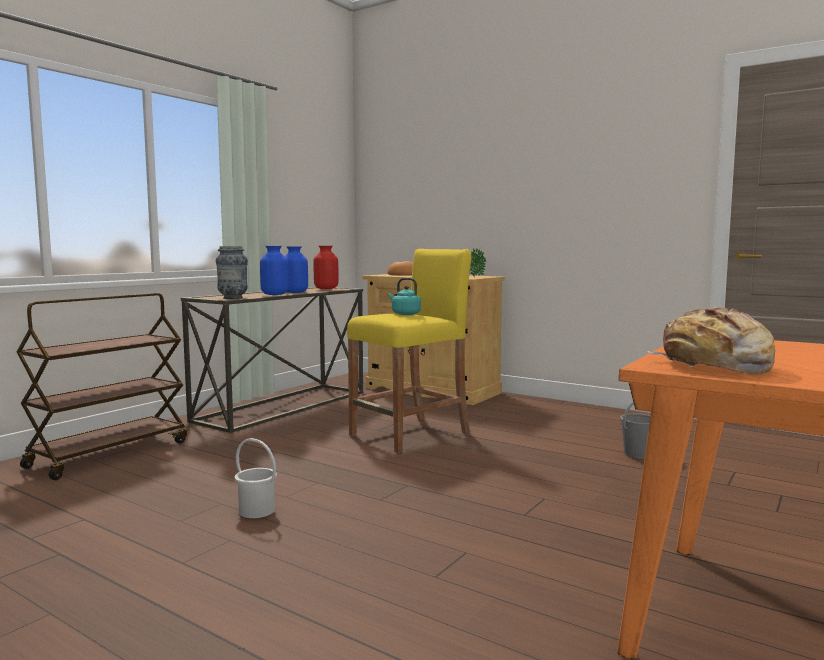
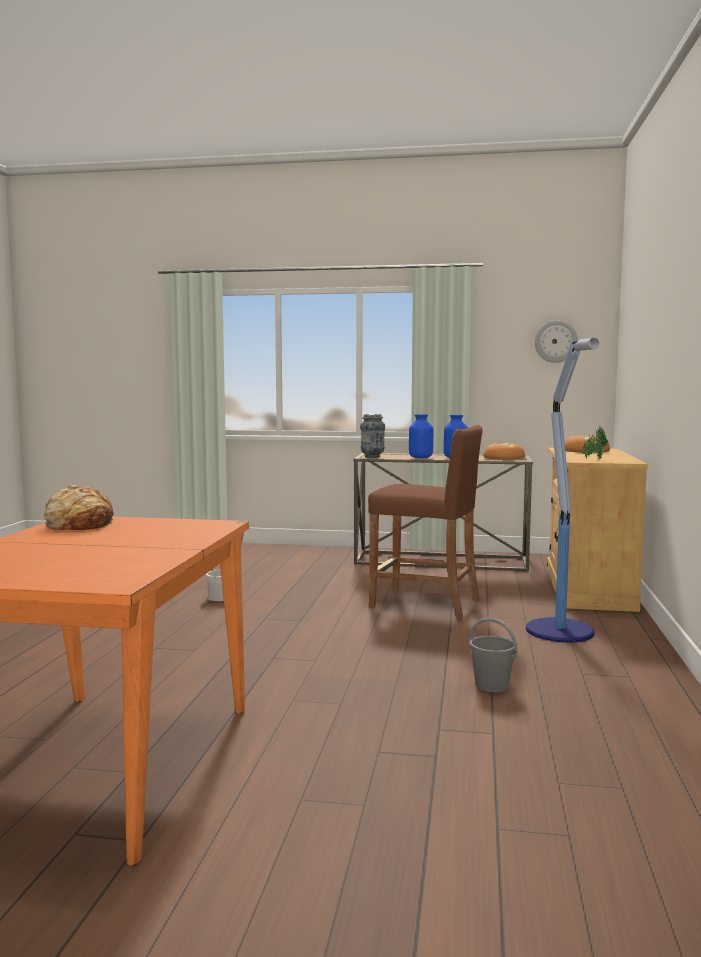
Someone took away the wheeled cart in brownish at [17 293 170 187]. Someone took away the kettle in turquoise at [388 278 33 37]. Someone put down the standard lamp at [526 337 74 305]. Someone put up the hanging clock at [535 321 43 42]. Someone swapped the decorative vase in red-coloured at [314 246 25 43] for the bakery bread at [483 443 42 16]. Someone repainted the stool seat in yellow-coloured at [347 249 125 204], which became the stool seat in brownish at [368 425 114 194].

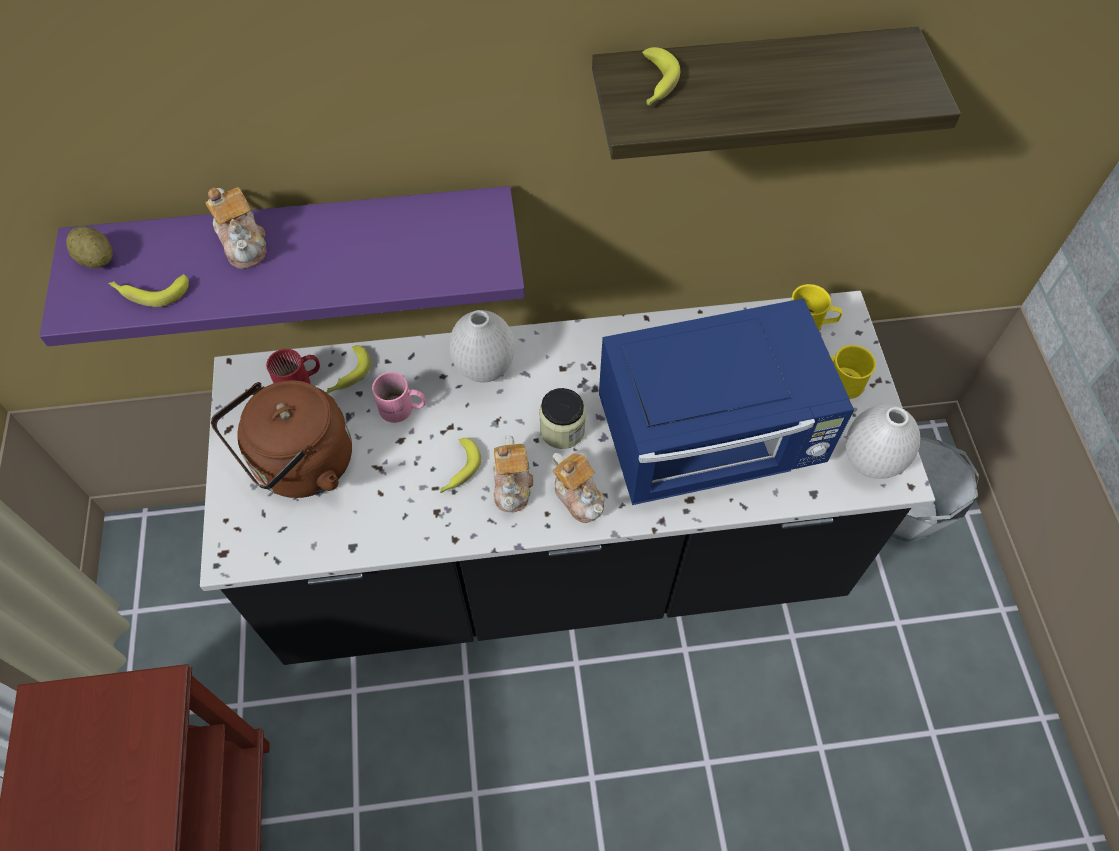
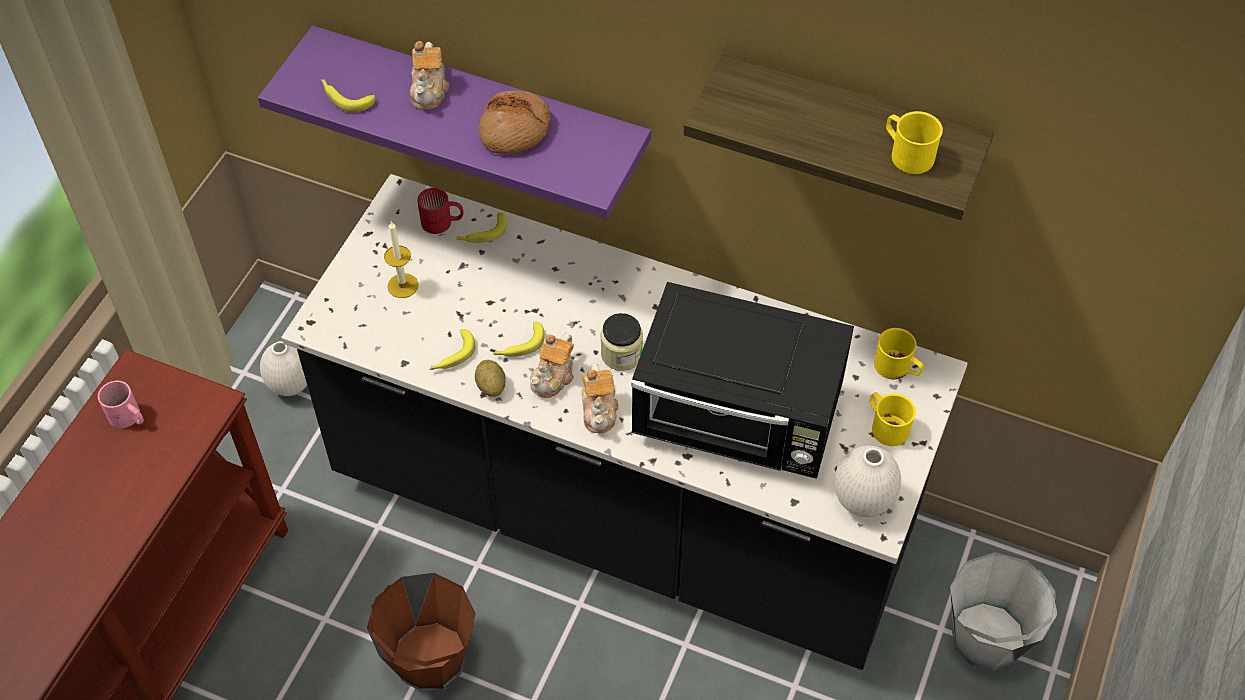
Someone put down the water bucket in brownish at [367 573 109 118]. Someone put down the bakery bread at [479 90 72 64]. Someone put down the mug in yellow-coloured at [886 111 57 63]. Someone carried the spud from [66 227 47 41] to [475 360 30 37]. Someone carried the mug in pink from [372 372 54 51] to [98 381 46 47]. Someone carried the decorative vase in white-coloured from [449 310 66 73] to [260 341 47 55]. Someone carried the banana from [642 47 38 58] to [429 329 46 41]. Someone swapped the kettle in brownish at [211 380 141 118] for the wax light at [384 221 35 77]. Someone repainted the microwave in bluish at [599 298 255 207], which became the microwave in black at [631 282 223 196].

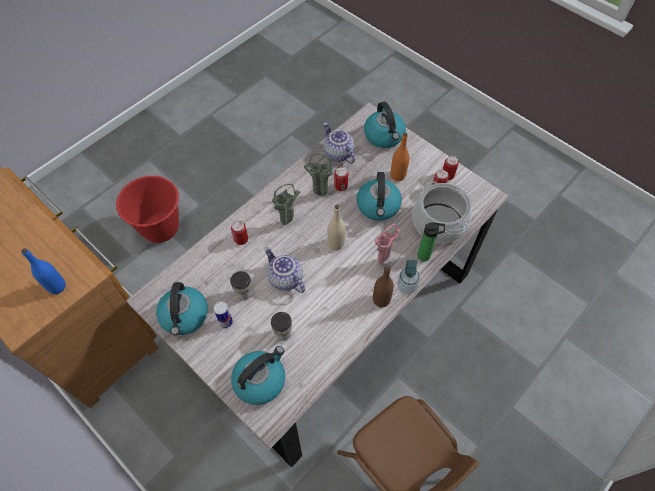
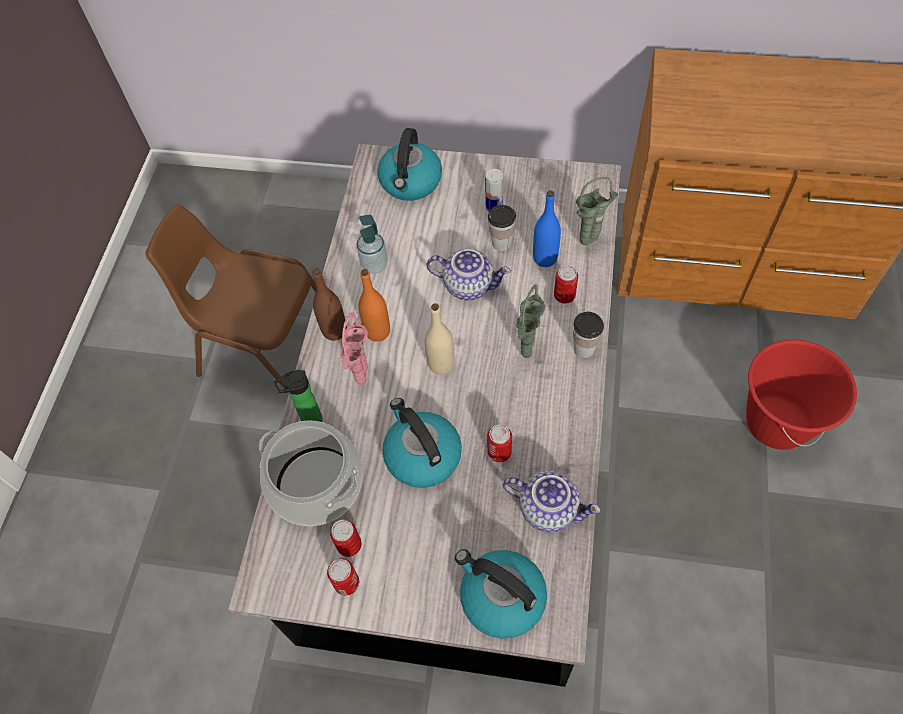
Someone took away the kettle at [156 282 52 53]. Someone carried the bottle in bluish from [21 248 45 46] to [533 190 28 77]. Someone carried the drinking cup from [271 312 21 29] to [573 312 31 46]. Someone carried the decorative vase in green from [304 153 29 43] to [576 177 43 68]. Someone carried the bottle in orange from [391 133 18 48] to [358 269 32 73]. Someone carried the soap dispenser from [397 260 23 35] to [356 215 32 58].

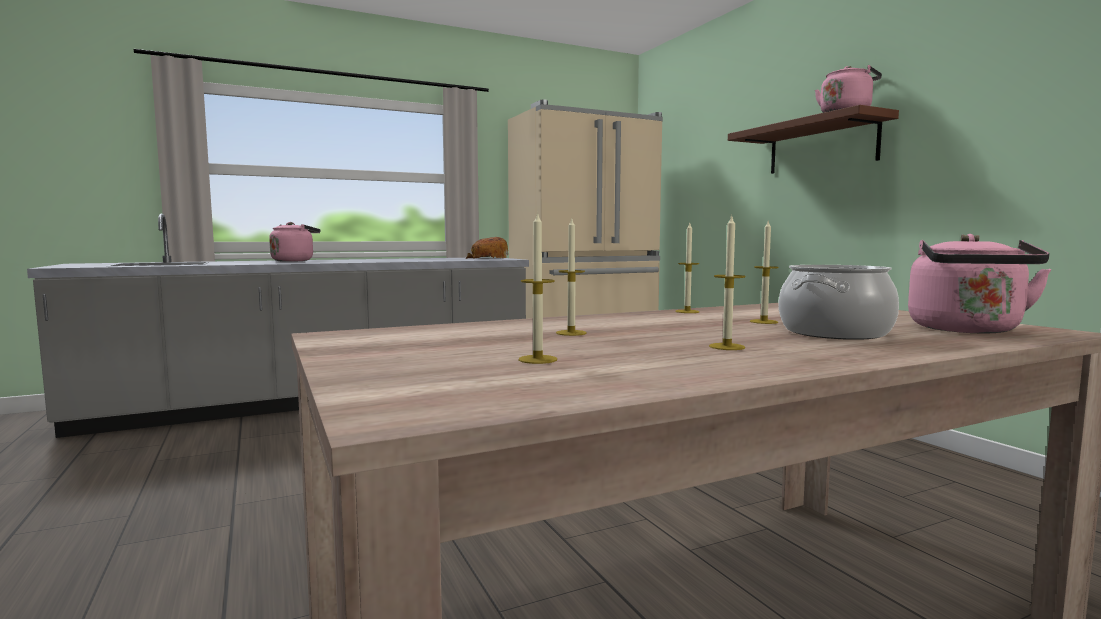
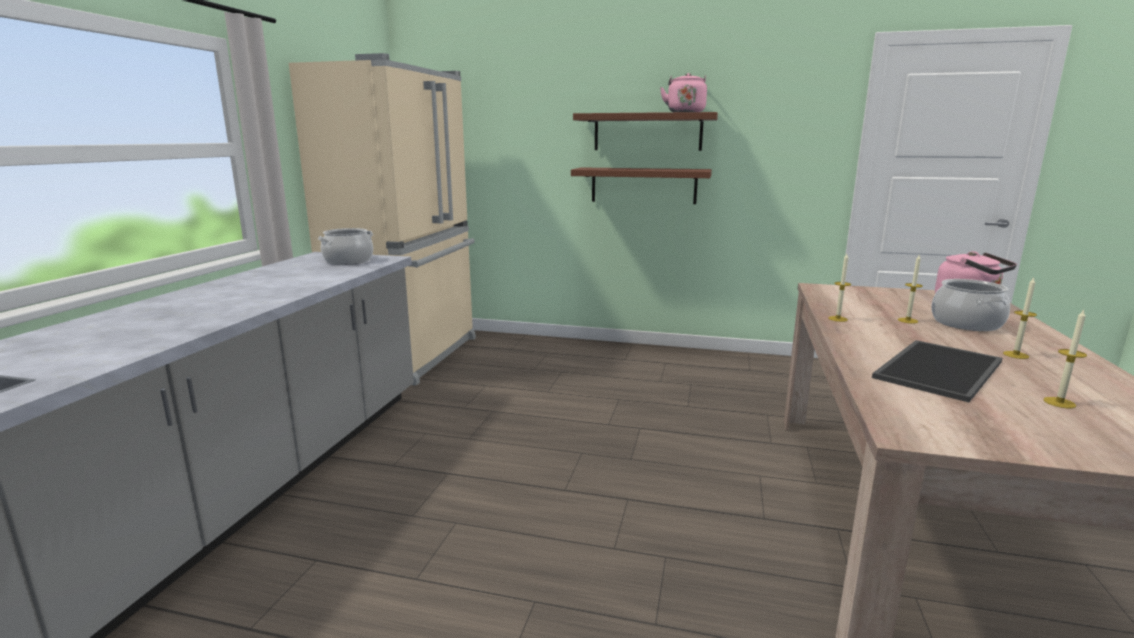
Someone took away the kettle in pink at [269 222 51 40]. Someone put up the wall shelf in brownish at [571 168 141 36]. Someone swapped the bakery bread at [466 237 42 22] for the stockpot at [318 228 55 37]. Someone swapped the wax light at [556 219 31 117] for the carrying tray at [872 340 130 62].

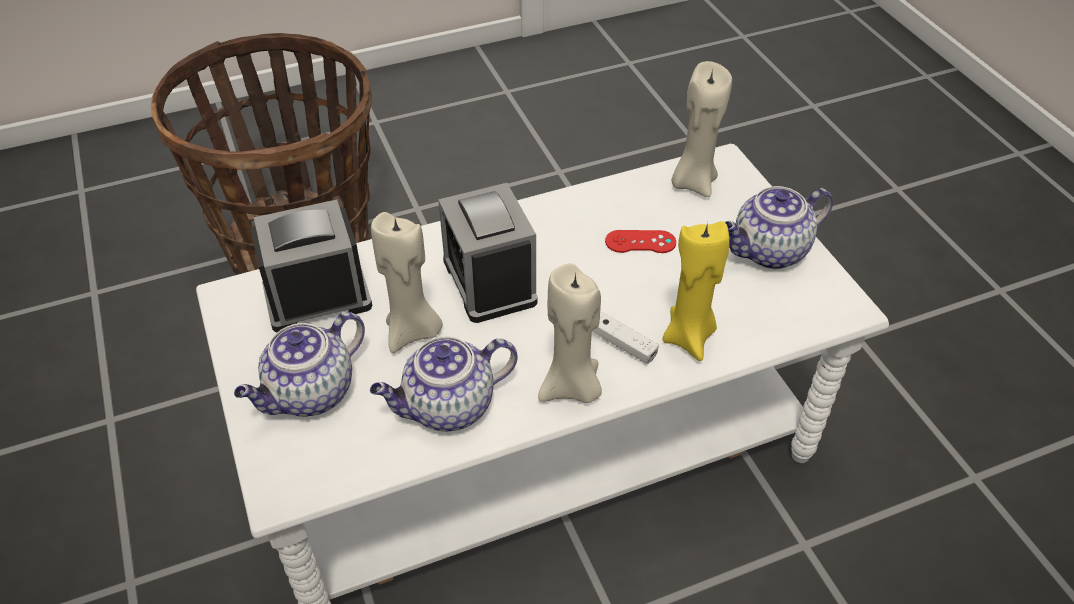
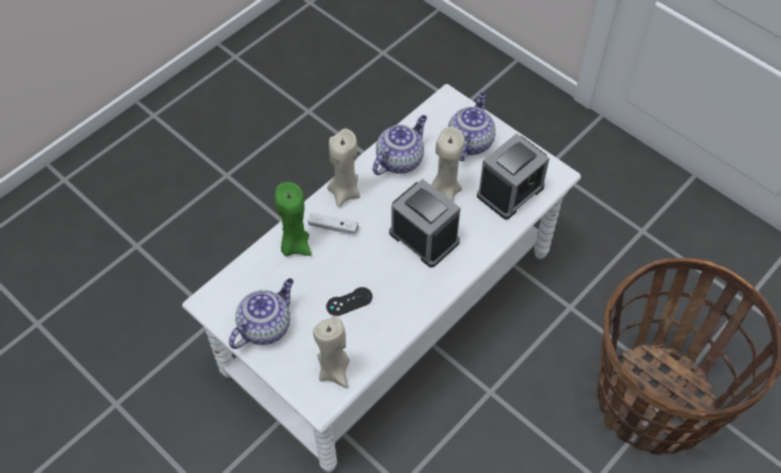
Someone repainted the joypad in red-coloured at [605 230 71 23], which became the joypad in black at [326 287 47 29]. Someone repainted the wax light in yellow-coloured at [662 221 67 140], which became the wax light in green at [275 182 36 75].

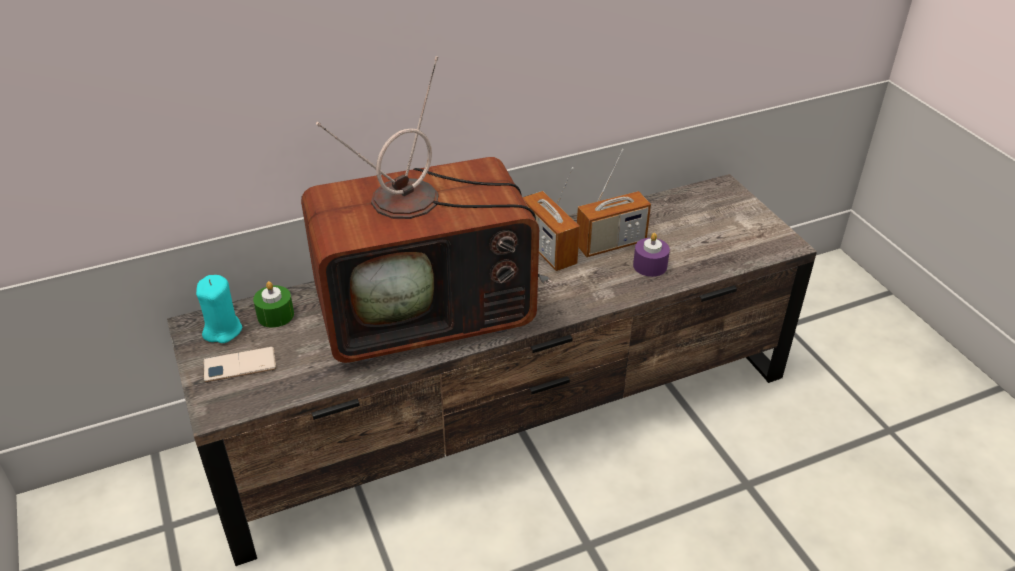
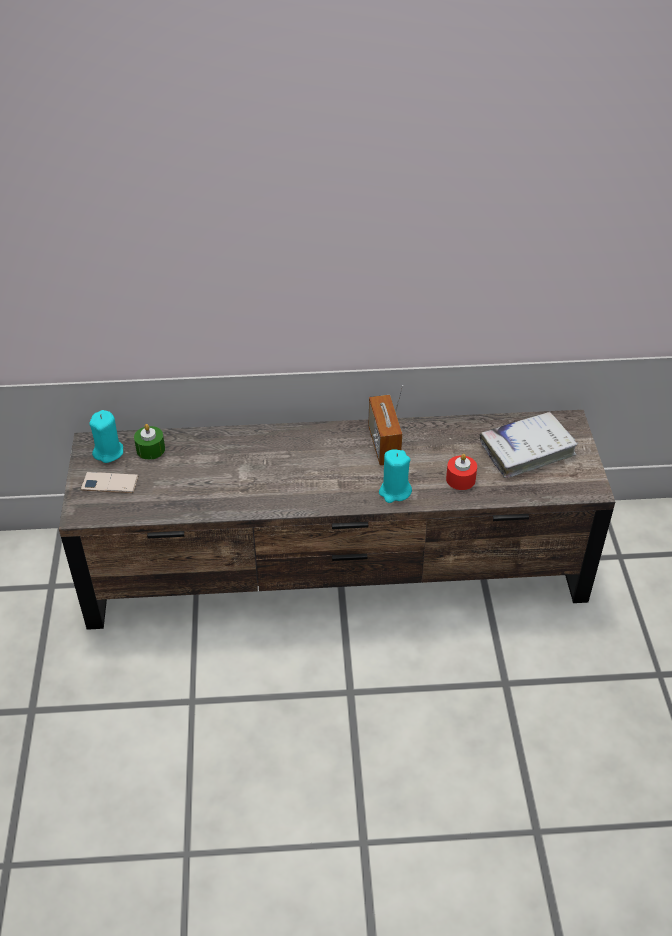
Someone took away the television at [301 56 251 307]. Someone took away the radio at [577 149 74 108]. Someone put down the wax light in turquoise at [379 449 33 54]. Someone put down the bound book in white-coloured at [480 412 98 66]. Someone repainted the wax light in purple at [633 233 37 44], which became the wax light in red-coloured at [446 454 31 36].

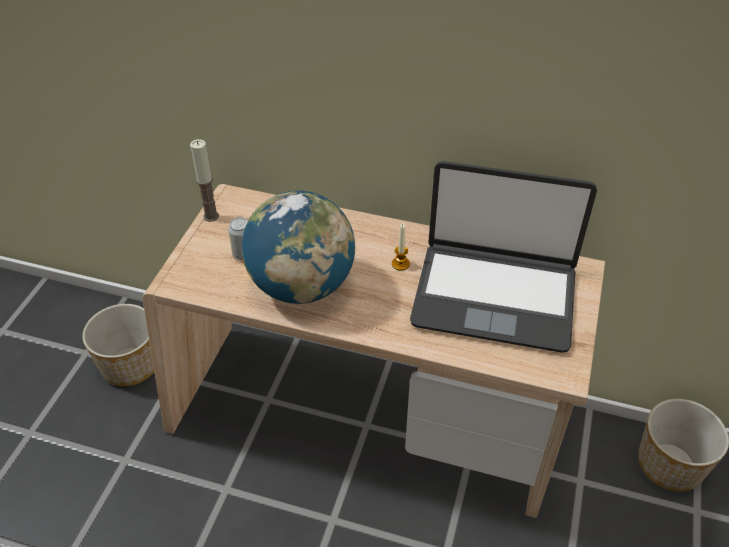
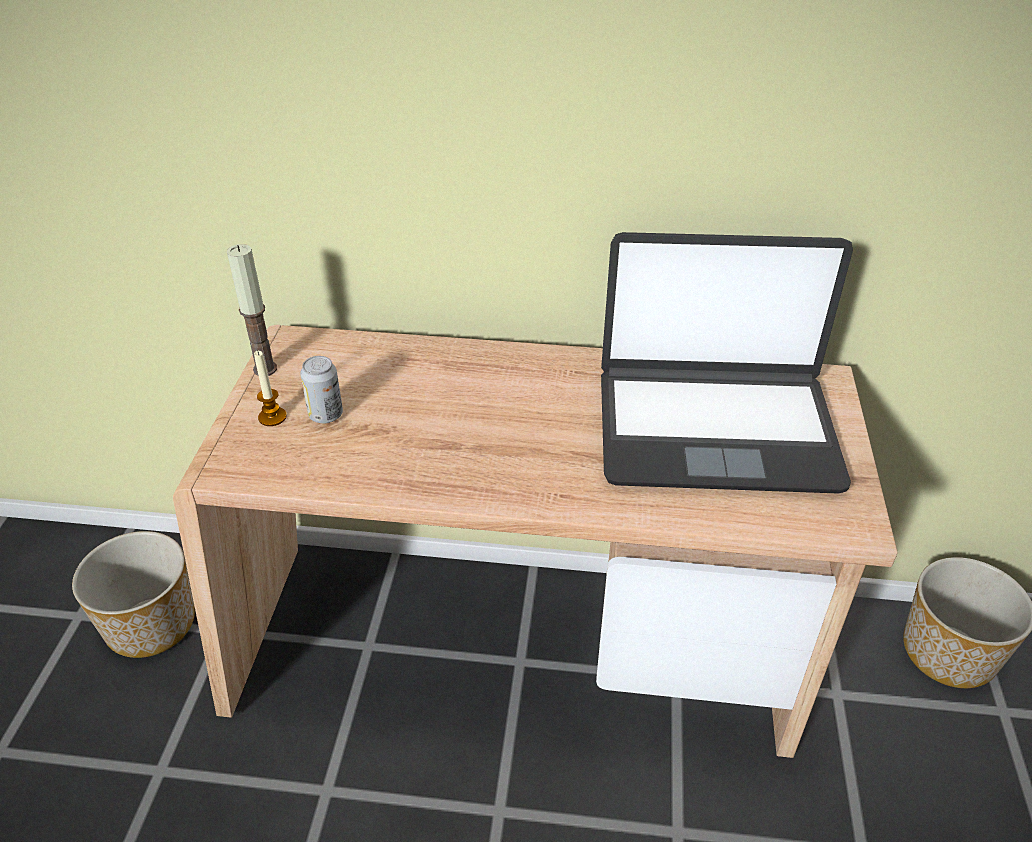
Someone took away the desk globe at [242 191 113 113]. Someone carried the wax light from [392 223 18 47] to [254 351 33 75].

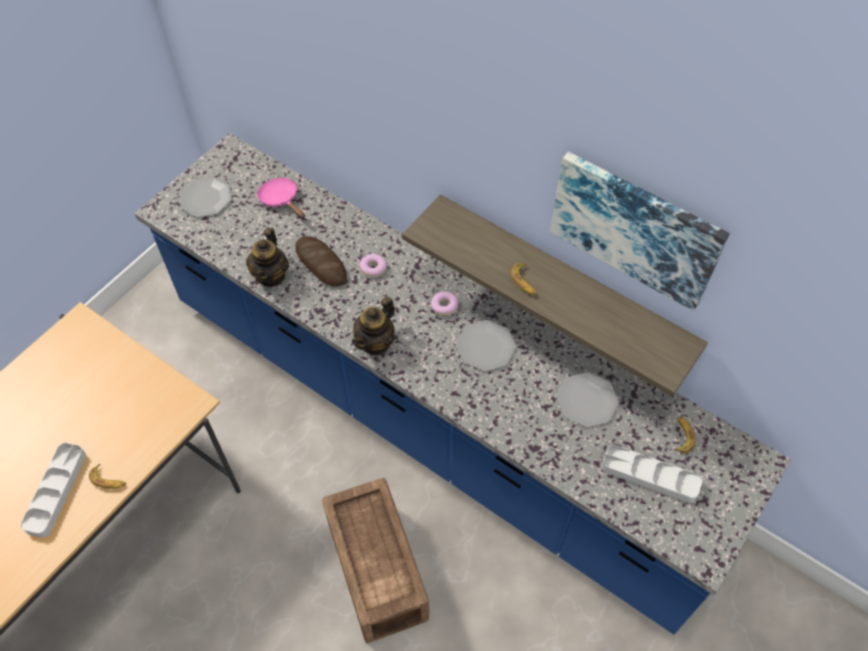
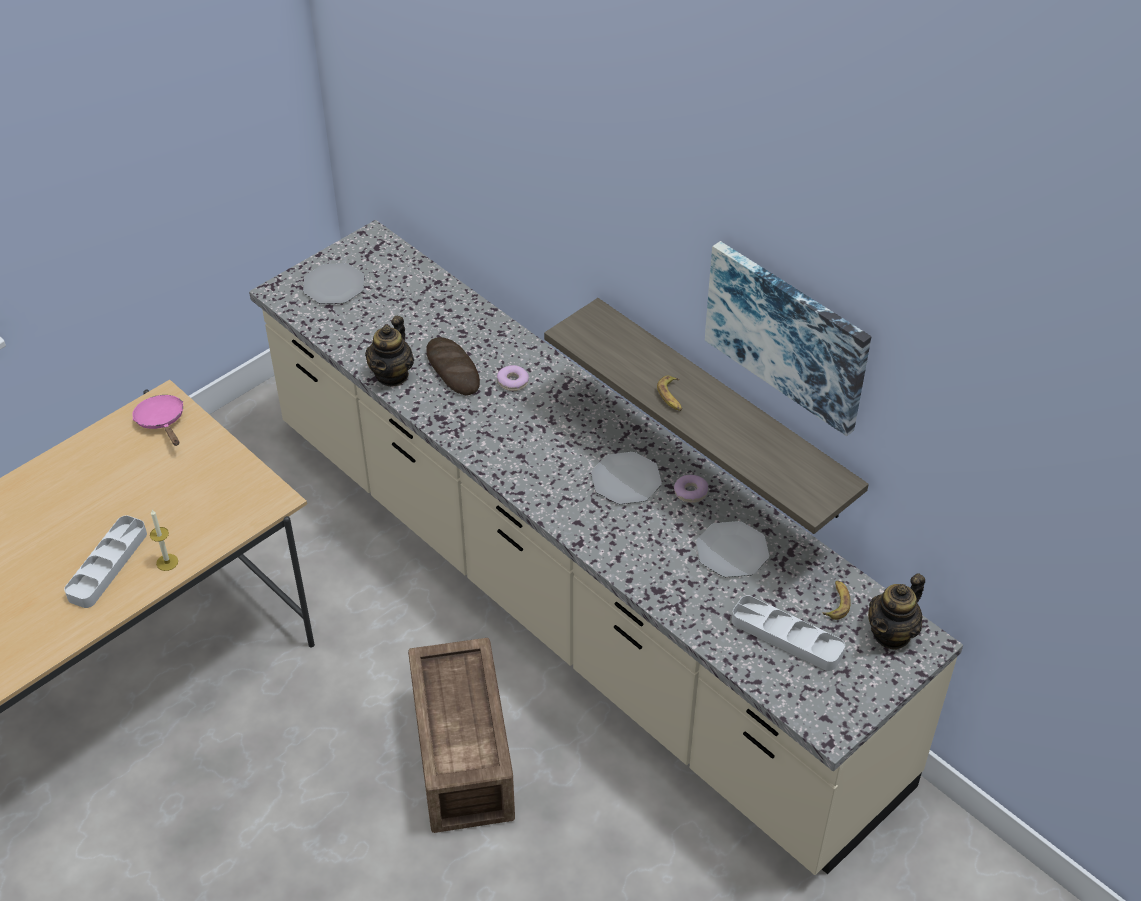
Someone carried the pan in pink from [257 178 48 40] to [132 395 51 51]. Someone carried the teapot from [352 296 43 60] to [868 574 57 76]. Someone carried the doughnut from [431 292 28 24] to [674 475 34 28]. Someone swapped the banana at [89 464 37 25] for the wax light at [150 510 28 61]. Someone repainted the counter in bluish at [135 133 656 502], which became the counter in beige-coloured at [249 220 714 655].

